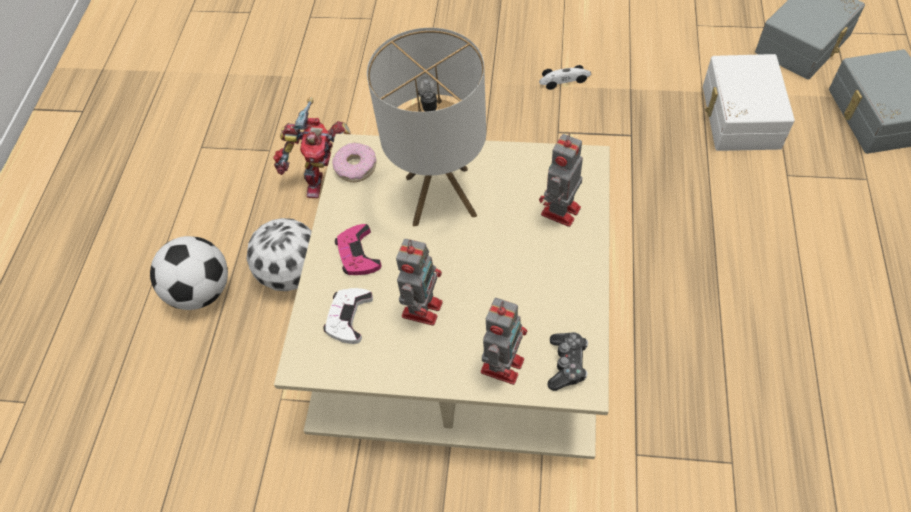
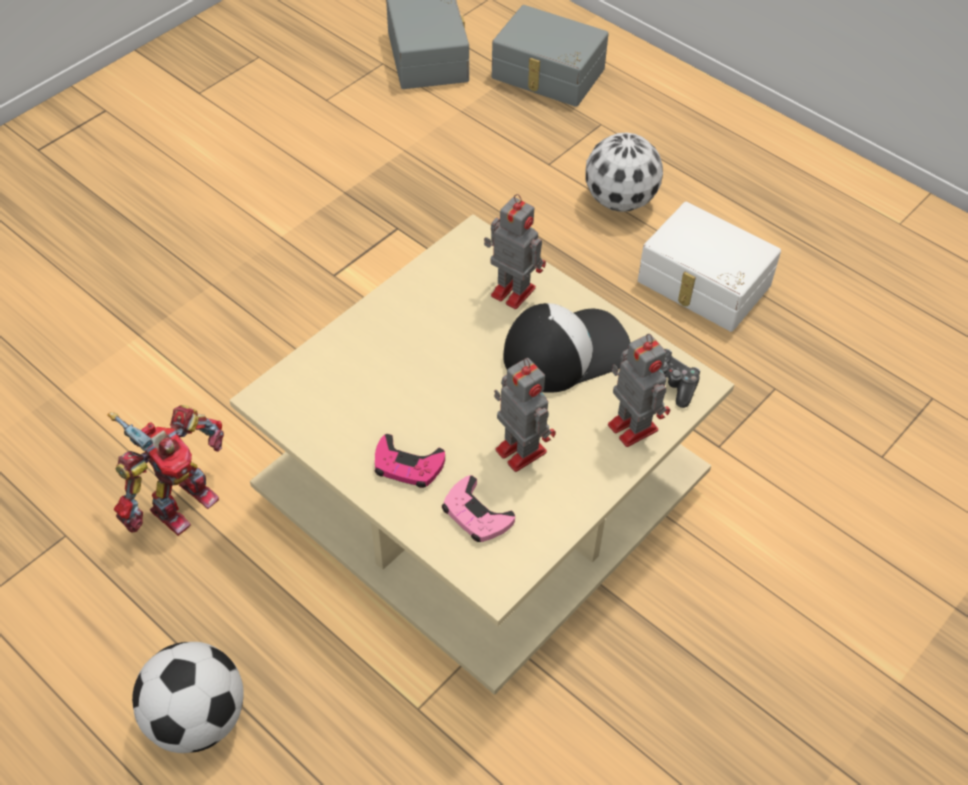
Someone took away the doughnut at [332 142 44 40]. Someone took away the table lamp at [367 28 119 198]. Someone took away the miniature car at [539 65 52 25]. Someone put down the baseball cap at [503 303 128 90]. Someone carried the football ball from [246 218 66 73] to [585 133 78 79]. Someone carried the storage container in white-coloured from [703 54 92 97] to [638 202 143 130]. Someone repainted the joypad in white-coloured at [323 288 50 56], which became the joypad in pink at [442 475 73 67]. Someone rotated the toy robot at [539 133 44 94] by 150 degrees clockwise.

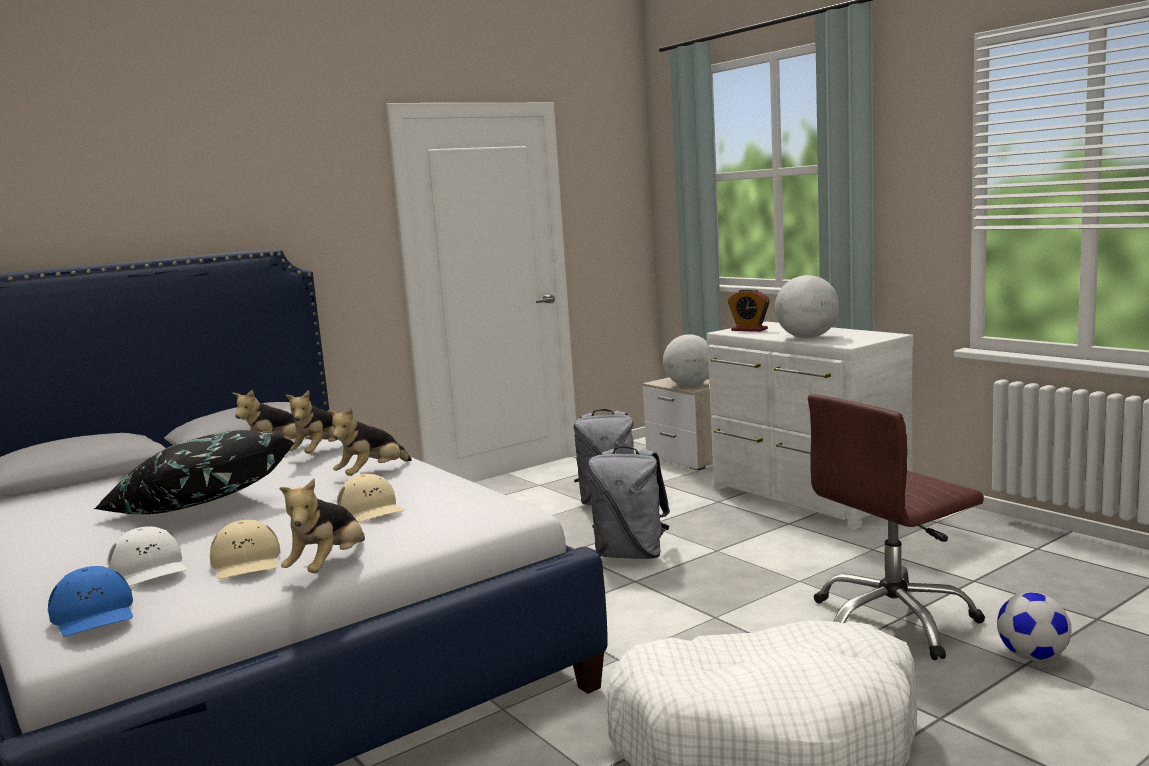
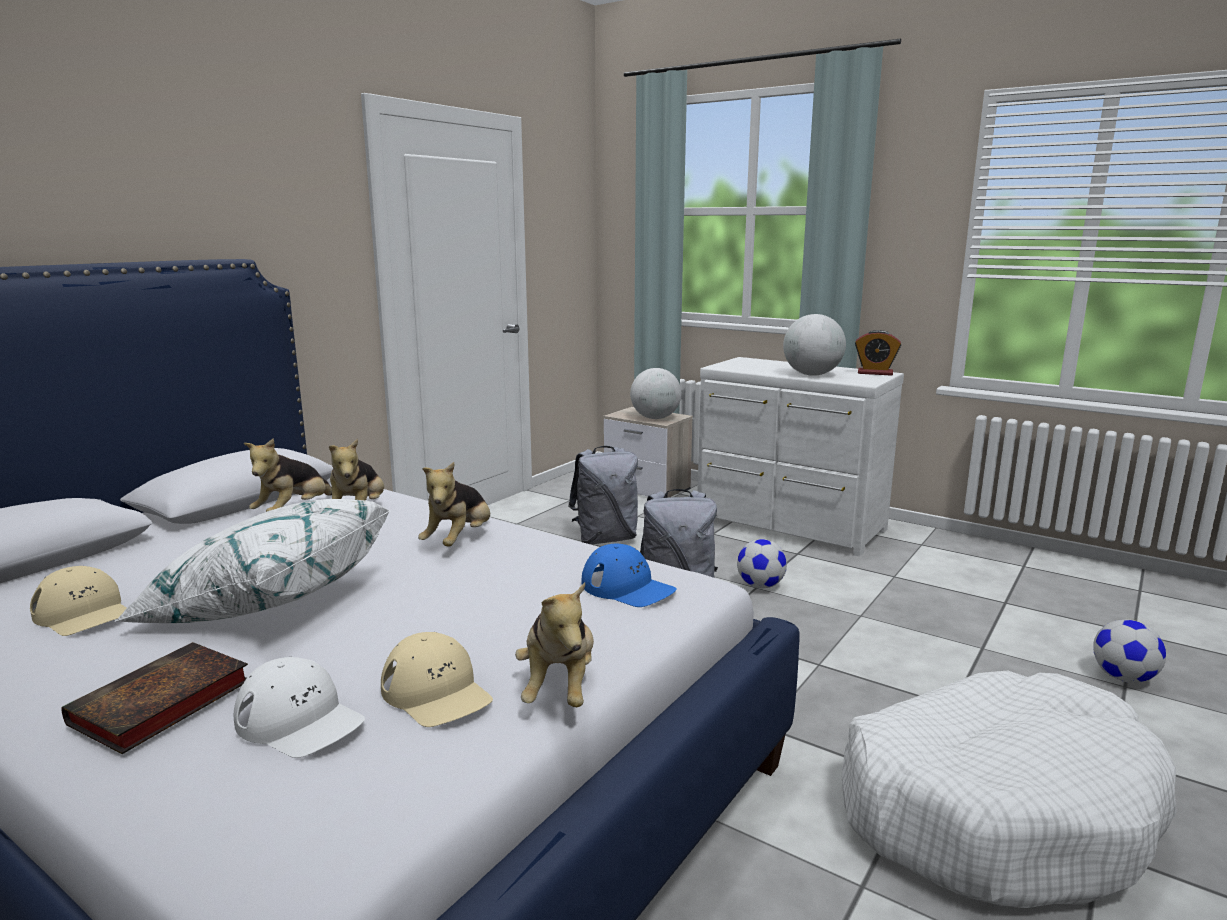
Someone took away the office chair in brownish at [808 394 177 266]. Someone put down the bound book at [61 642 187 112]. Someone put down the football ball at [737 539 50 50]. Someone carried the baseball cap in bluish from [48 566 85 71] to [582 543 95 64]. Someone carried the baseball cap in beige-coloured from [337 474 67 48] to [30 566 97 70]. Someone carried the bedside clock from [728 288 42 44] to [855 330 46 46]. Someone repainted the pillow in black at [94 430 201 84], which became the pillow in white-coloured at [114 499 276 124].

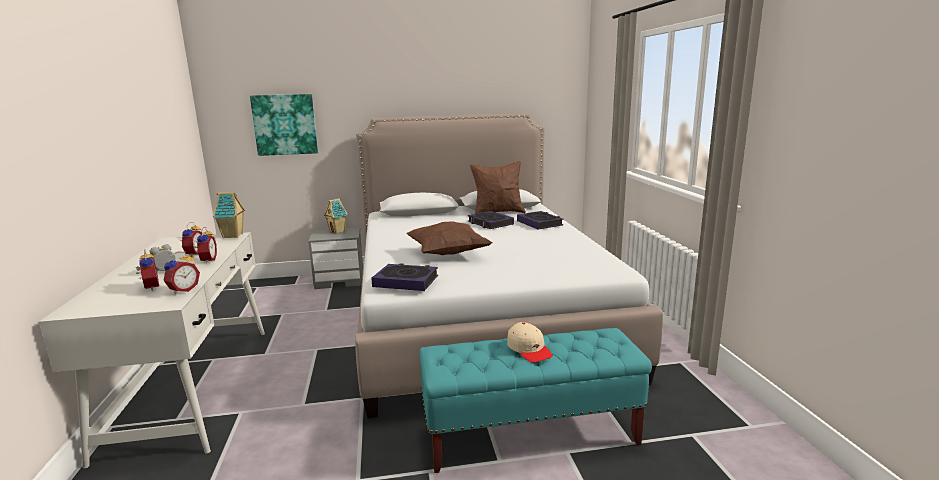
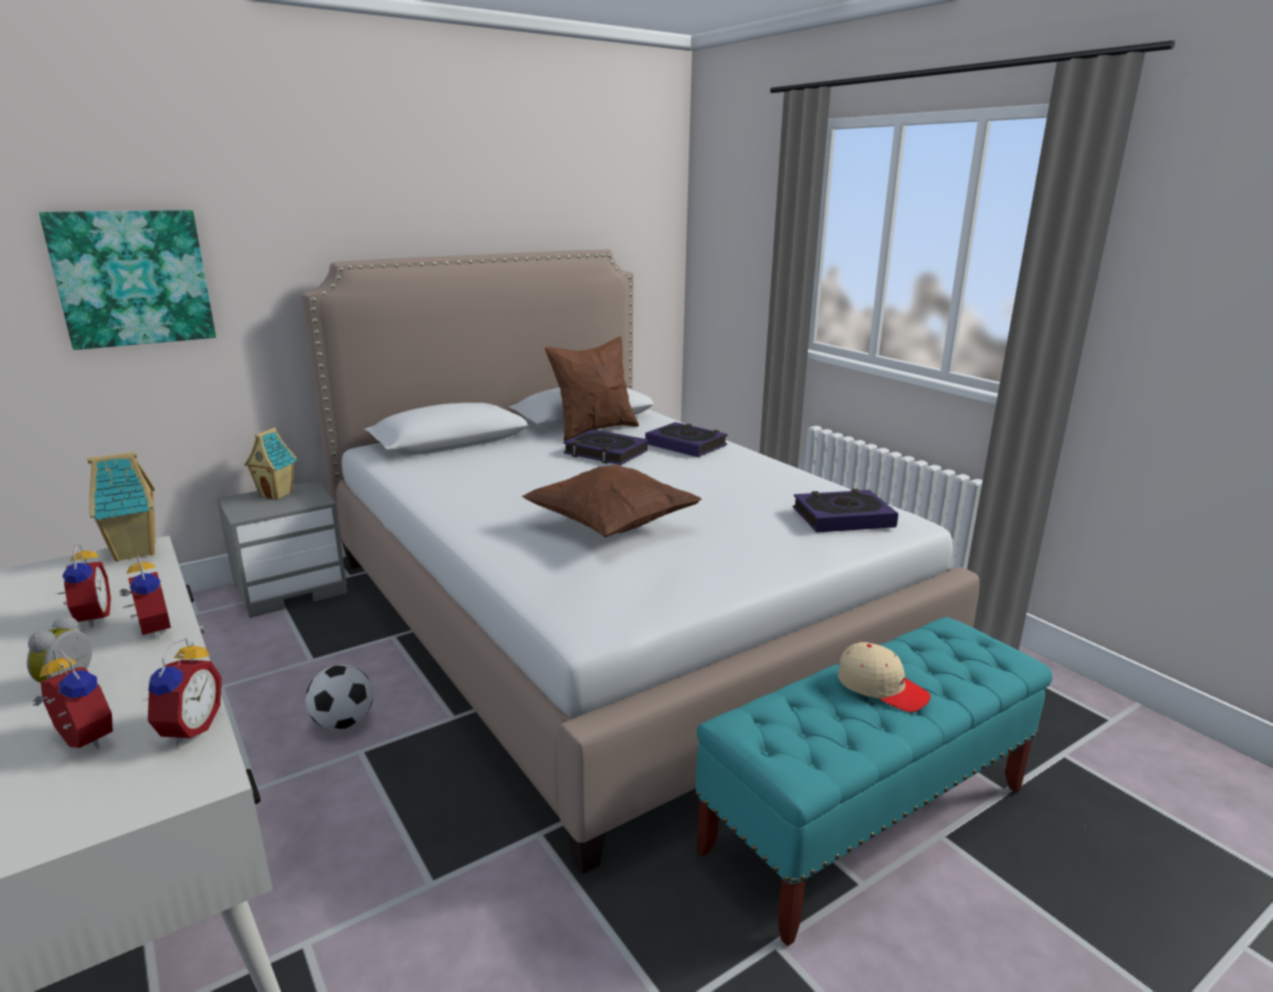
Someone put down the football ball at [305 665 68 65]. Someone carried the bound book from [371 263 67 28] to [793 489 105 44].

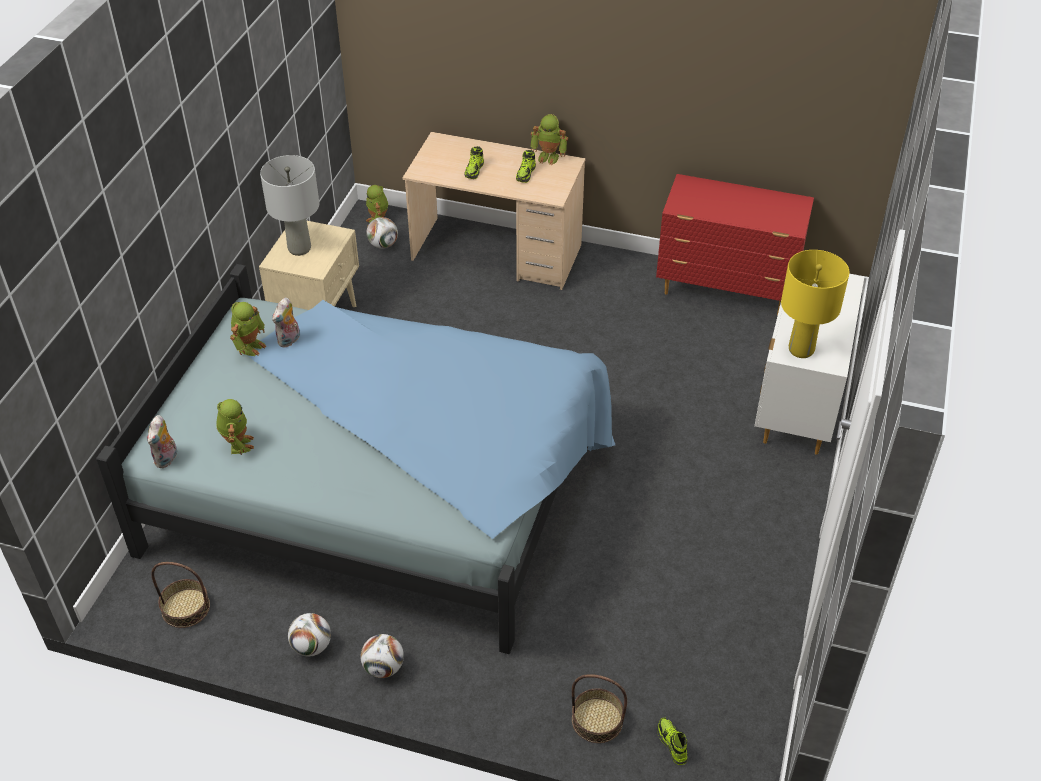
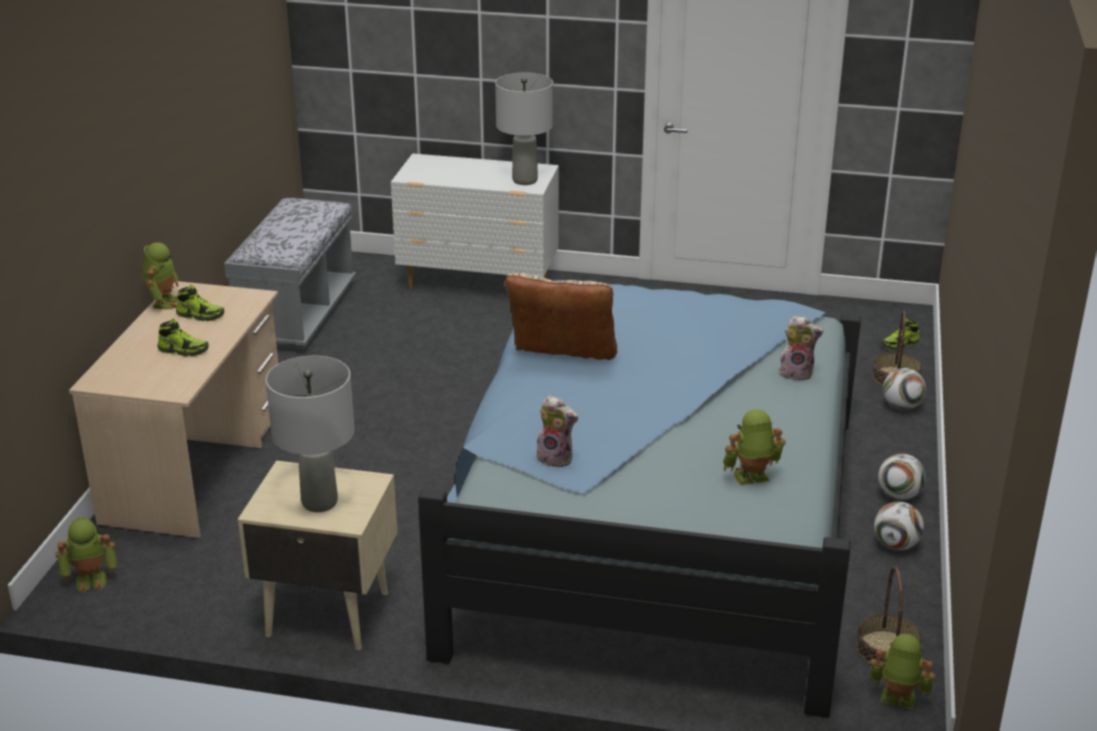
Someone put down the pillow in beige-coloured at [505 273 112 87]. Someone carried the soft toy from [147 415 30 53] to [779 315 44 65]. Someone carried the toy robot from [230 302 37 54] to [870 634 65 75]. Someone carried the football ball from [366 217 32 32] to [883 368 43 42]. Someone swapped the chest of drawers in red-coloured at [656 174 158 142] for the bench in grey at [224 198 132 152]. Someone repainted the table lamp in yellow-coloured at [781 250 68 108], which became the table lamp in grey at [495 73 58 112].

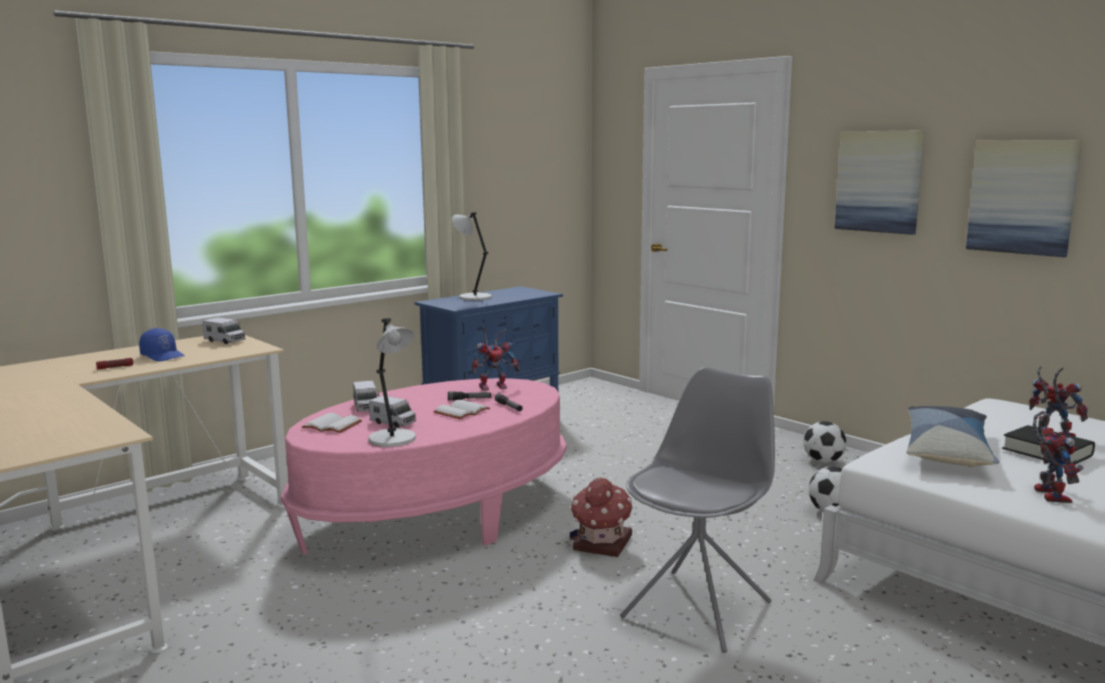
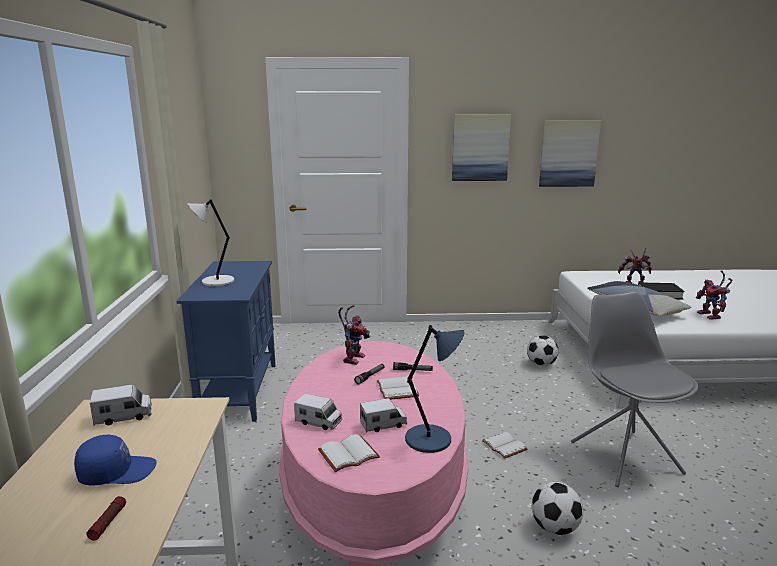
Someone carried the football ball from [803 421 43 42] to [532 482 51 53]. Someone swapped the toy house at [570 477 63 80] for the bound book in white-coloured at [482 432 46 27]. Someone repainted the table lamp in grey at [368 318 48 129], which became the table lamp in bluish at [405 325 60 128]. Someone rotated the toy robot at [1033 411 50 92] by 150 degrees counterclockwise.

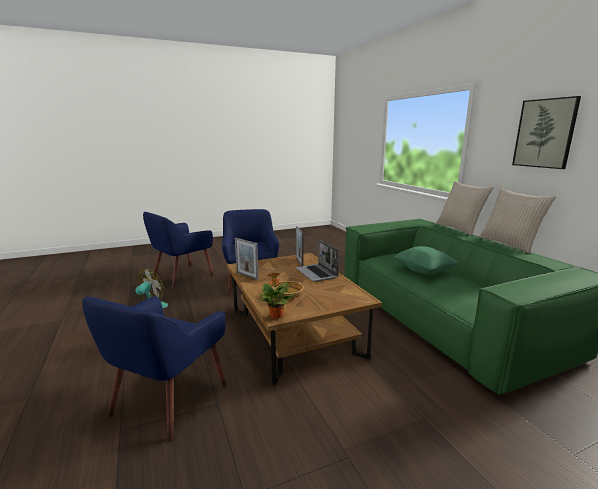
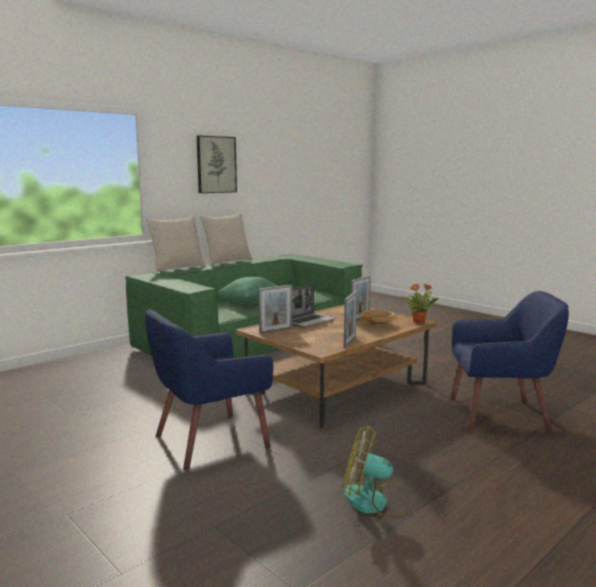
Someone took away the easy chair in bluish at [143 212 71 76]. Someone put down the standing frame at [351 275 20 45].

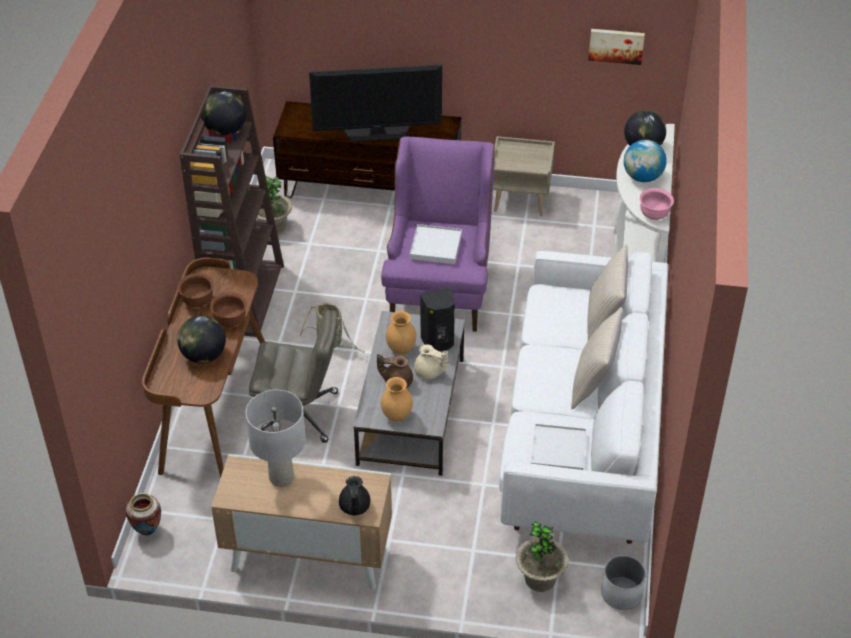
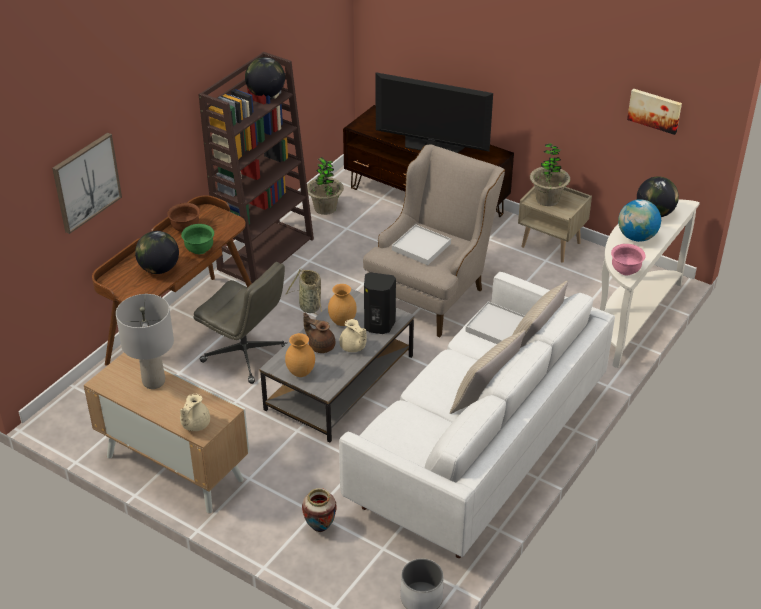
Someone put up the wall art at [52 133 70 101]. Someone carried the decorative vase from [126 493 35 42] to [302 488 35 44]. Someone carried the plant in a pot from [516 521 53 71] to [530 143 40 63]. Someone carried the carrying tray in white-coloured from [531 424 55 46] to [466 301 59 43]. Someone repainted the deep dish in brownish at [210 292 37 35], which became the deep dish in green at [181 224 33 30]. Someone repainted the teapot in black at [339 476 31 40], which became the teapot in beige-coloured at [180 393 30 38]. Someone repainted the easy chair in purple at [381 136 114 196], which became the easy chair in beige-coloured at [363 145 142 192].

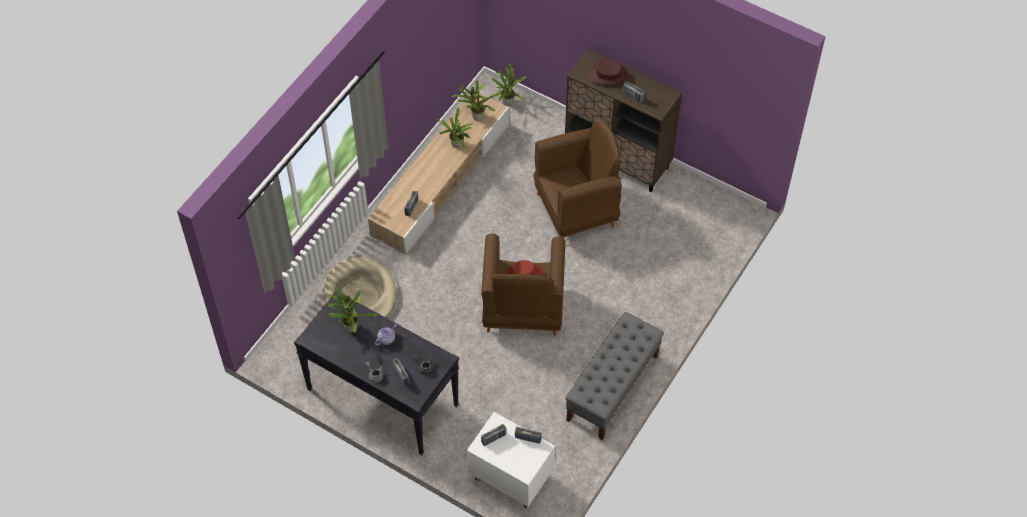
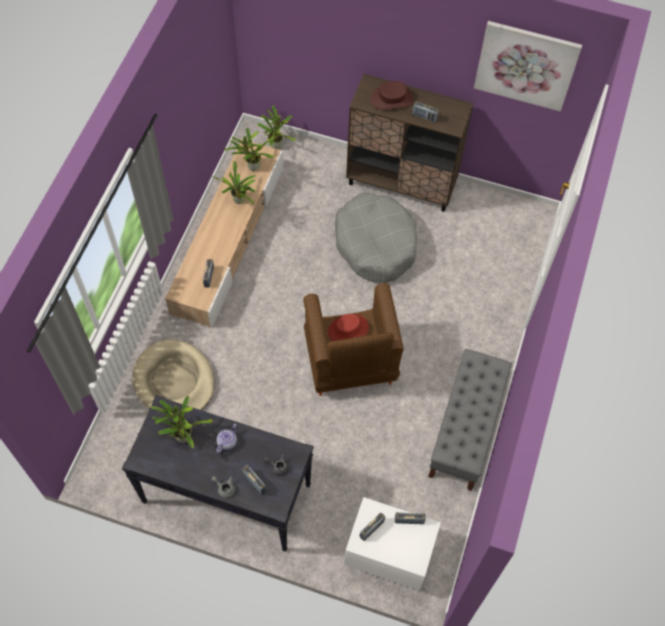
Someone put up the wall art at [474 21 108 91]. Someone swapped the easy chair in brownish at [534 118 88 120] for the pet bed in grey at [335 193 82 90].

